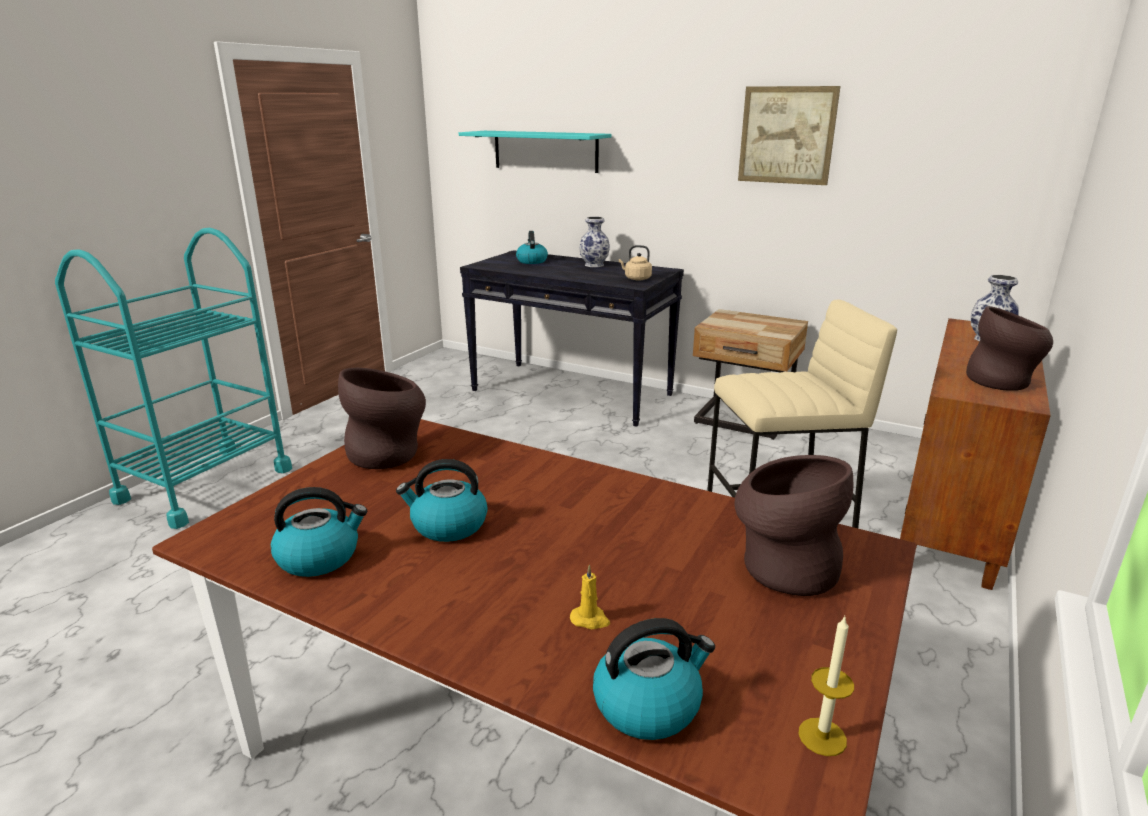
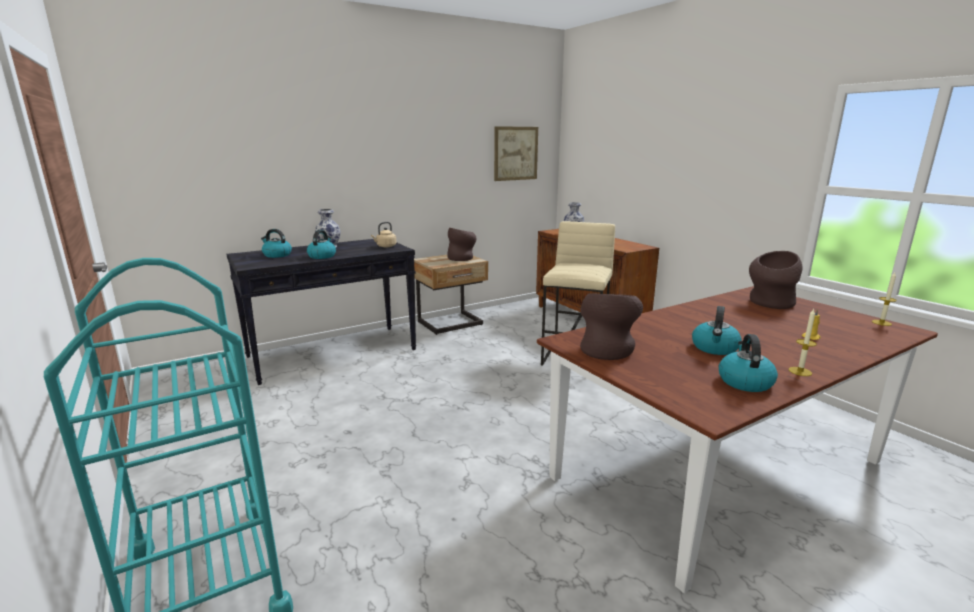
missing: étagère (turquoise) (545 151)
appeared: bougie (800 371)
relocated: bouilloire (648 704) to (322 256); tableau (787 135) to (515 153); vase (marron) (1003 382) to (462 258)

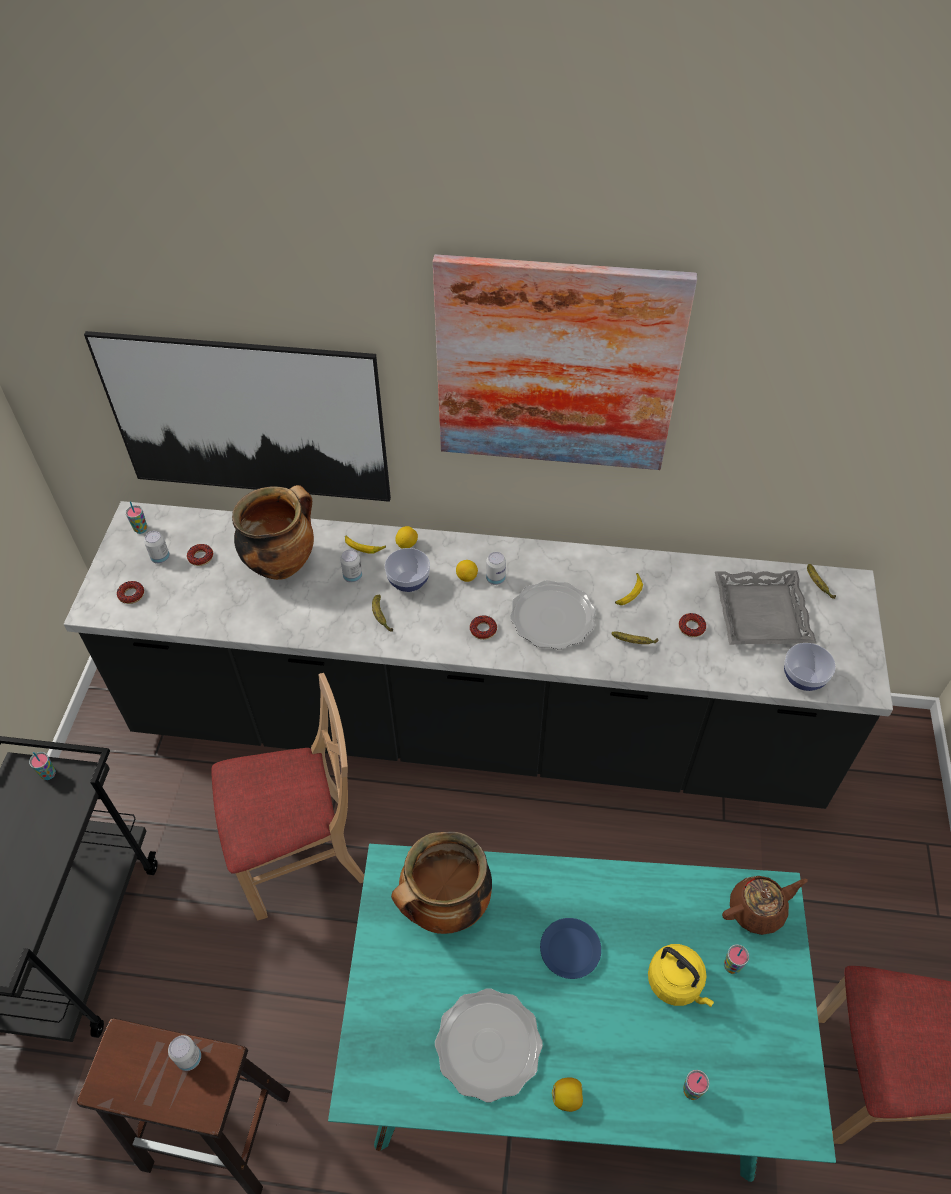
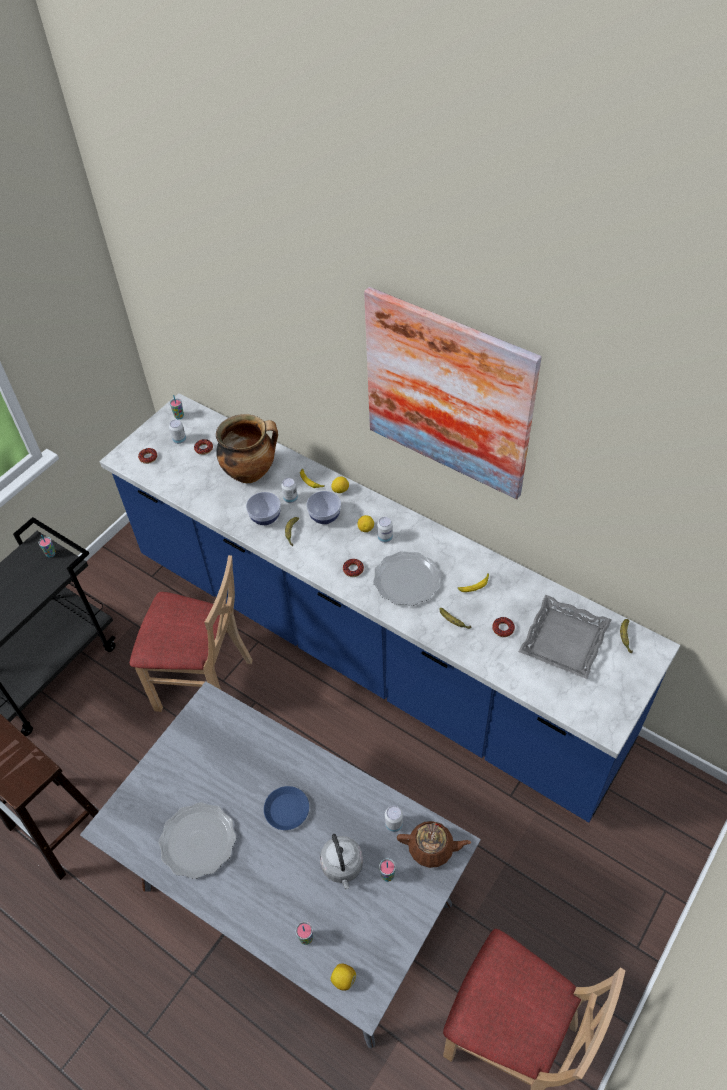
missing: tableau (247 419); marmite (445 907)
relocated: boîte métallique (189 1058) to (394 824); citron (567 1098) to (343 979); bol (803 678) to (265 517)
colour: comptoir de cuisine (noir) (476 728) to comptoir de cuisine (bleu) (369 648); table à manger (turquoise) (563 1056) to table à manger (gris) (293 896); bouilloire (jaune) (677 983) to bouilloire (gris) (342 867)

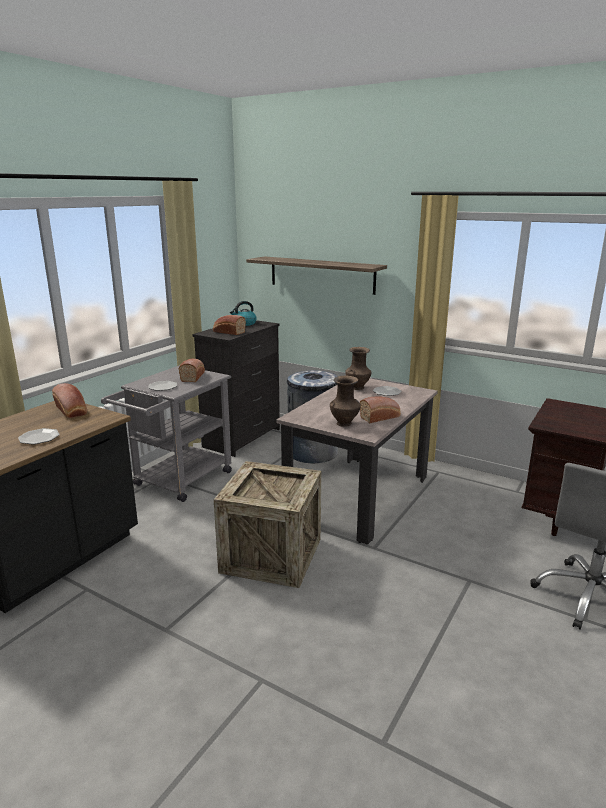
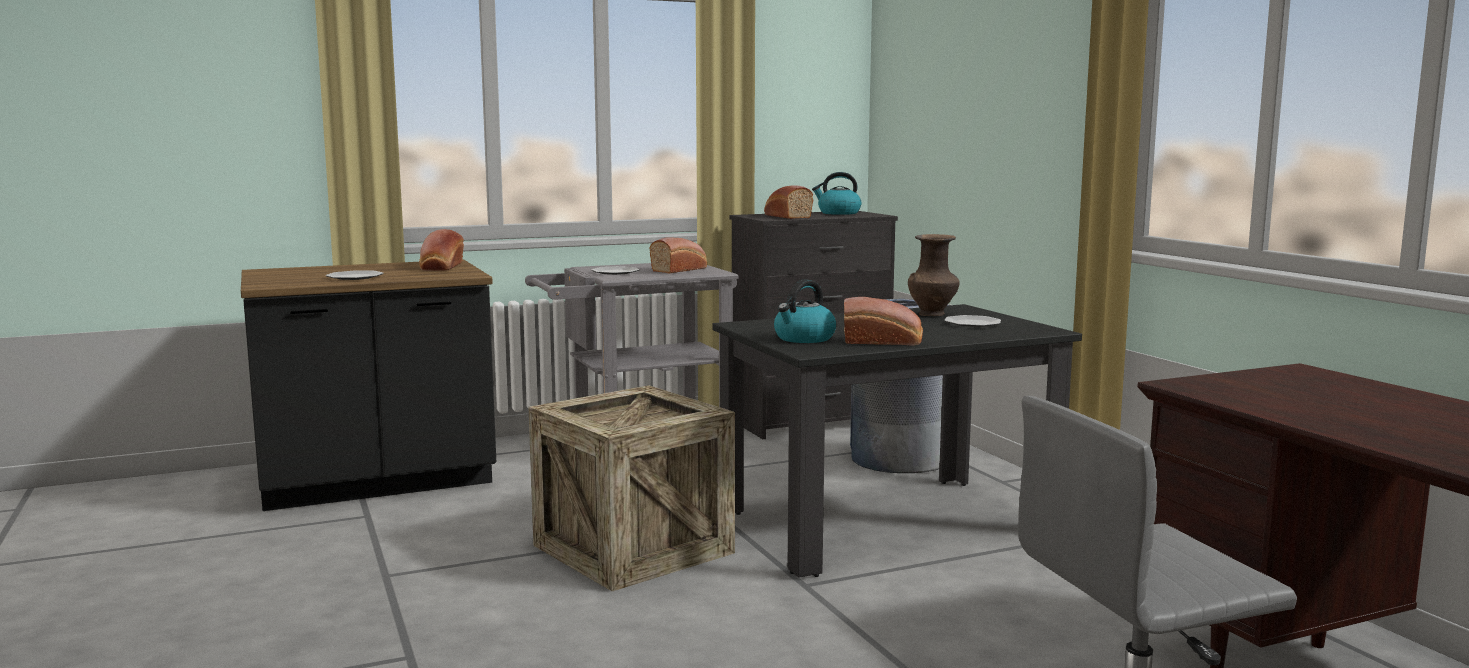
missing: étagère (321 275)
exchanged: vase (marron) (344 423) to bouilloire (804 338)
colour: table à manger (beige) (358 496) to table à manger (noir) (887 524)

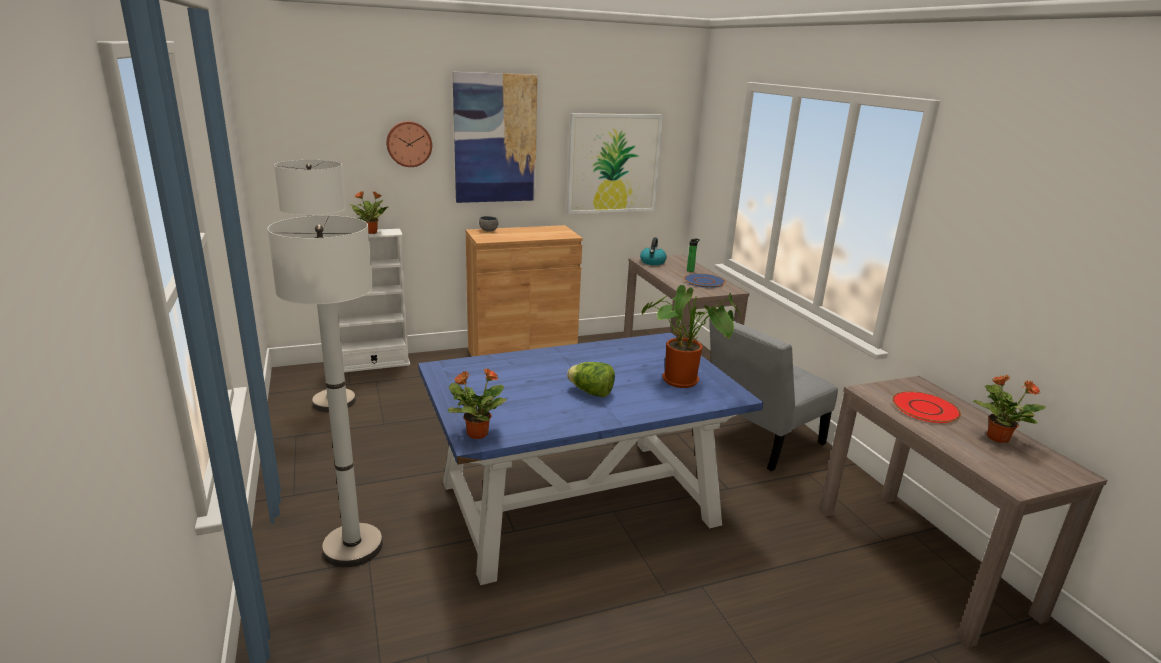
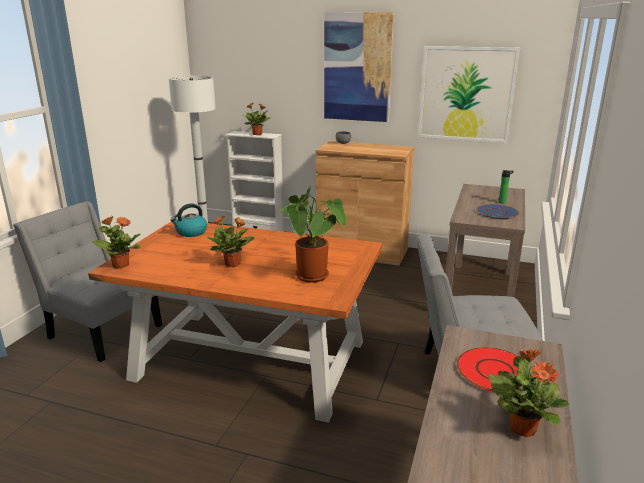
missing: horloge murale (409 144)
relocated: bouilloire (652 262) to (191 232)
exchanged: lampadaire (blanc) (352 547) to chaise (gris) (102 330); laitue (591 392) to plante en pot (233 264)
colour: table à manger (bleu) (579 502) to table à manger (orange) (252 360)

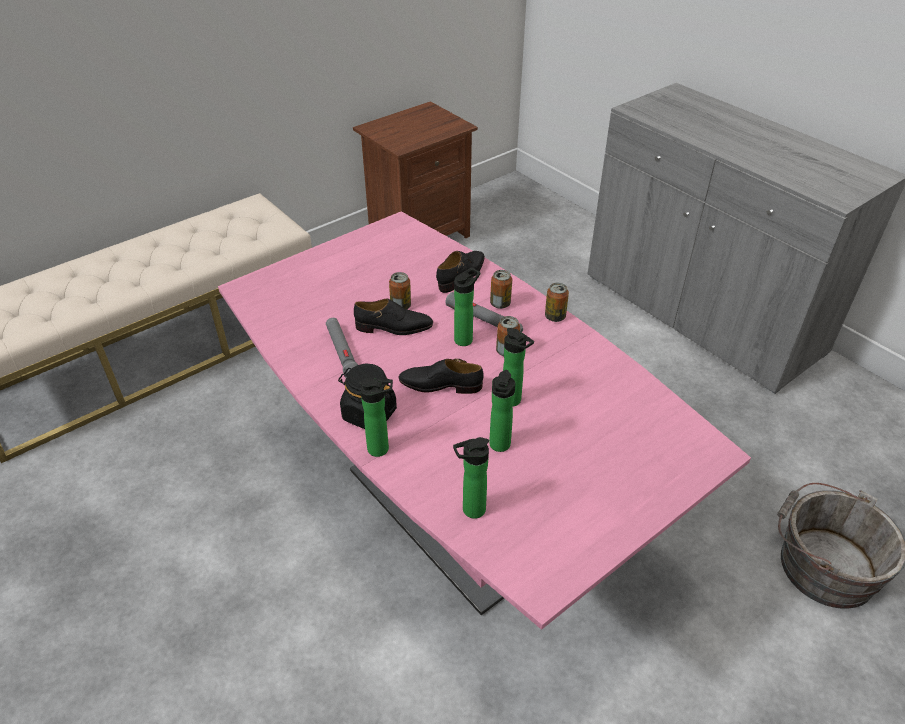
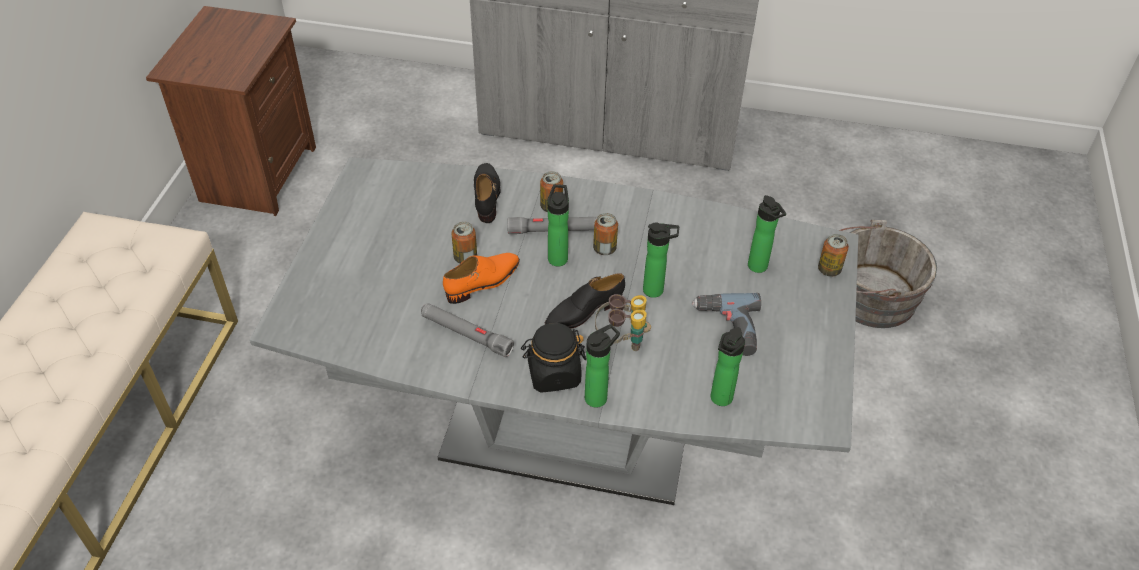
appeared: jumelles (621 340); perceuse (728 328)
relocated: bouteille (499 447) to (759 268); boîte métallique (555 317) to (829 270)
colour: table à manger (rose) (452 510) to table à manger (gris) (566 434); chaussure (noir) (394 327) to chaussure (orange) (483 282)

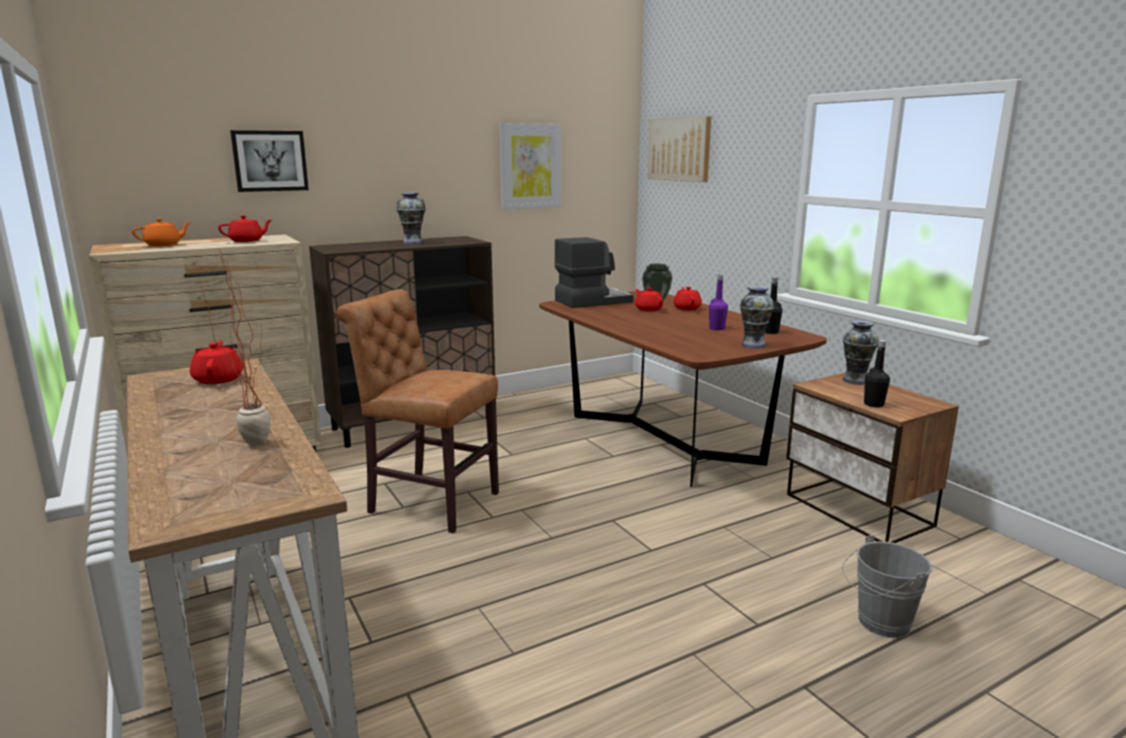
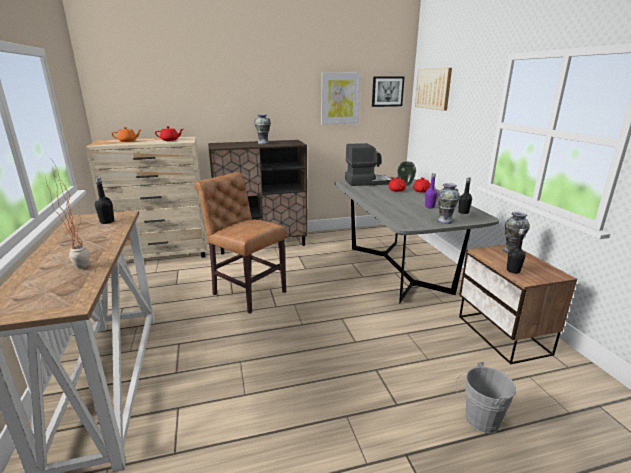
relocated: tableau (270 161) to (387 91)
exchanged: théière (rouge) (219 379) to bouteille (noir) (107 222)
colour: table à manger (marron) (662 439) to table à manger (gris) (397 269)

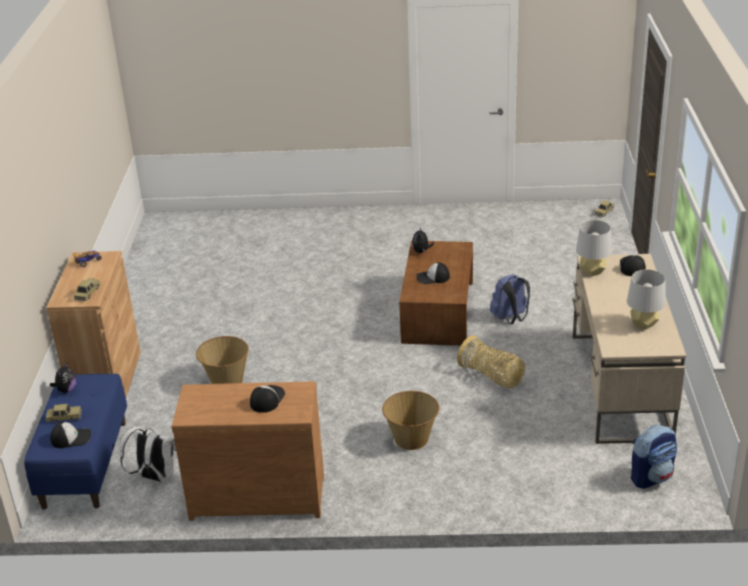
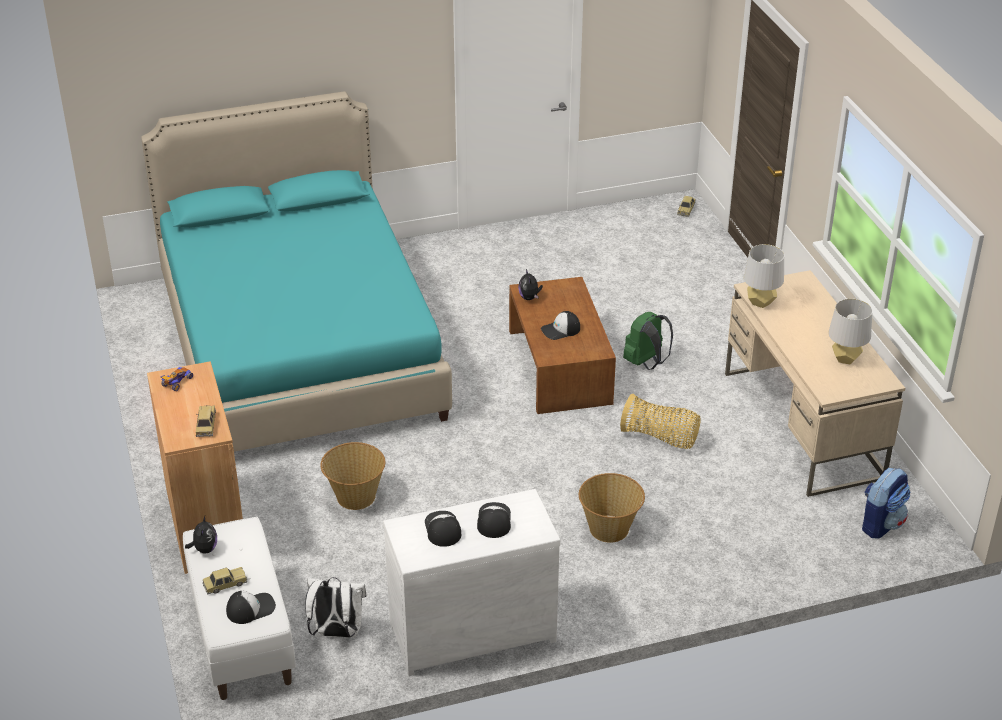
appeared: lit (turquoise) (299 347)
relocated: casquette (632 267) to (442 529)
colour: banc (bleu) (84 463) to banc (blanc) (241 633); commode (marron) (257 494) to commode (blanc) (470 629); sac à dos (bleu) (510 319) to sac à dos (vert) (646 362)

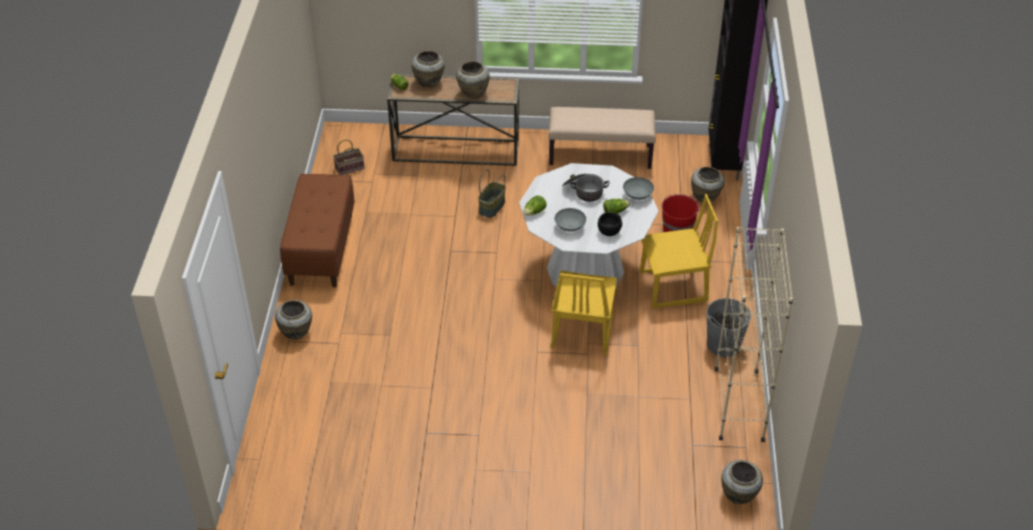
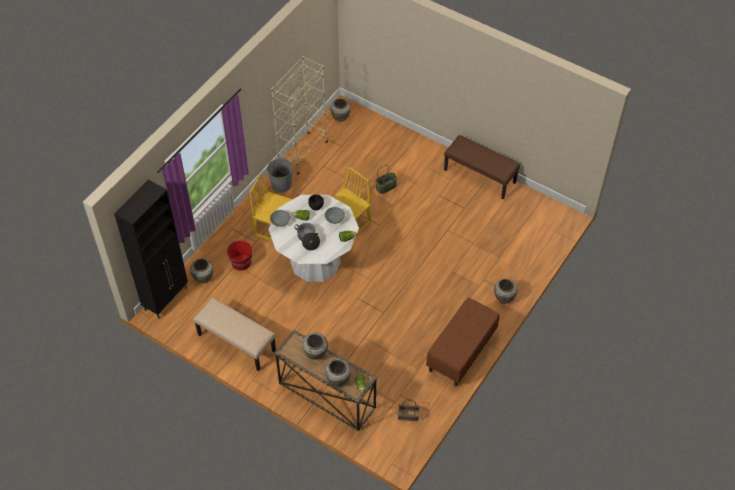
appeared: banc (marron) (480 176)
relocated: panier (492 207) to (386 186)

